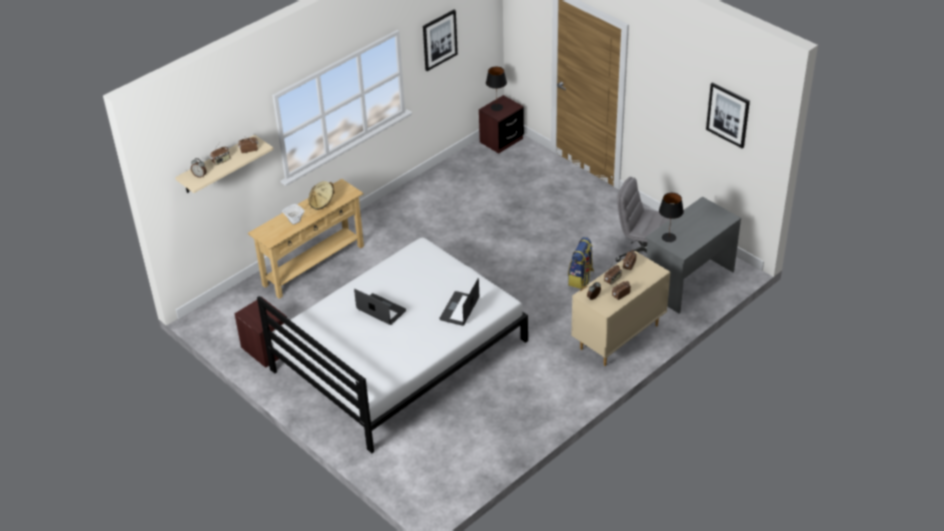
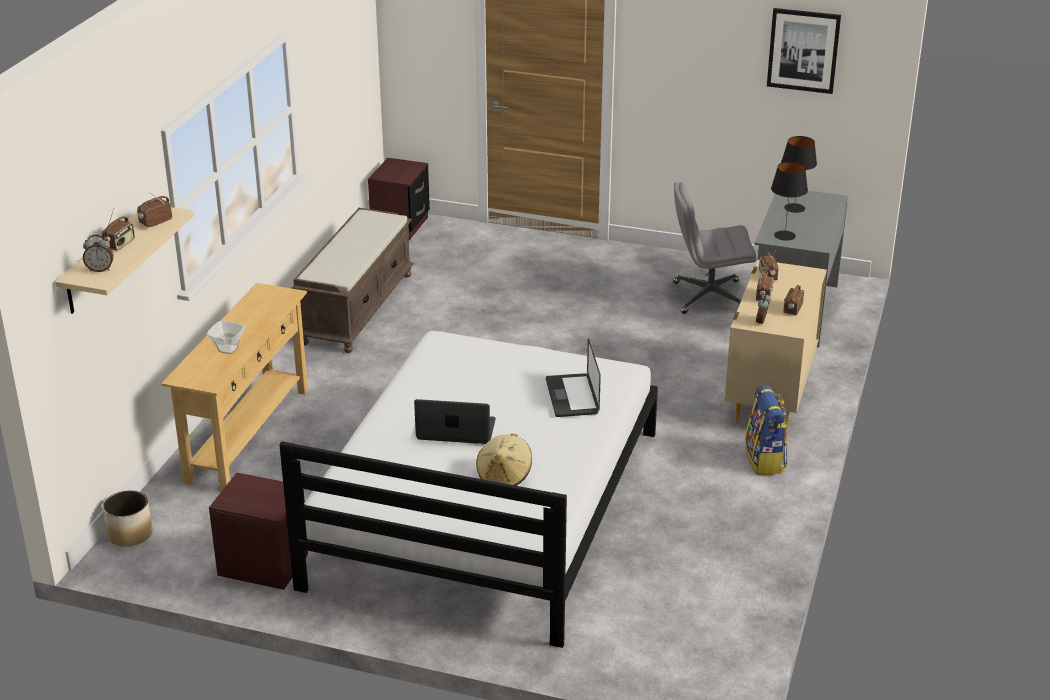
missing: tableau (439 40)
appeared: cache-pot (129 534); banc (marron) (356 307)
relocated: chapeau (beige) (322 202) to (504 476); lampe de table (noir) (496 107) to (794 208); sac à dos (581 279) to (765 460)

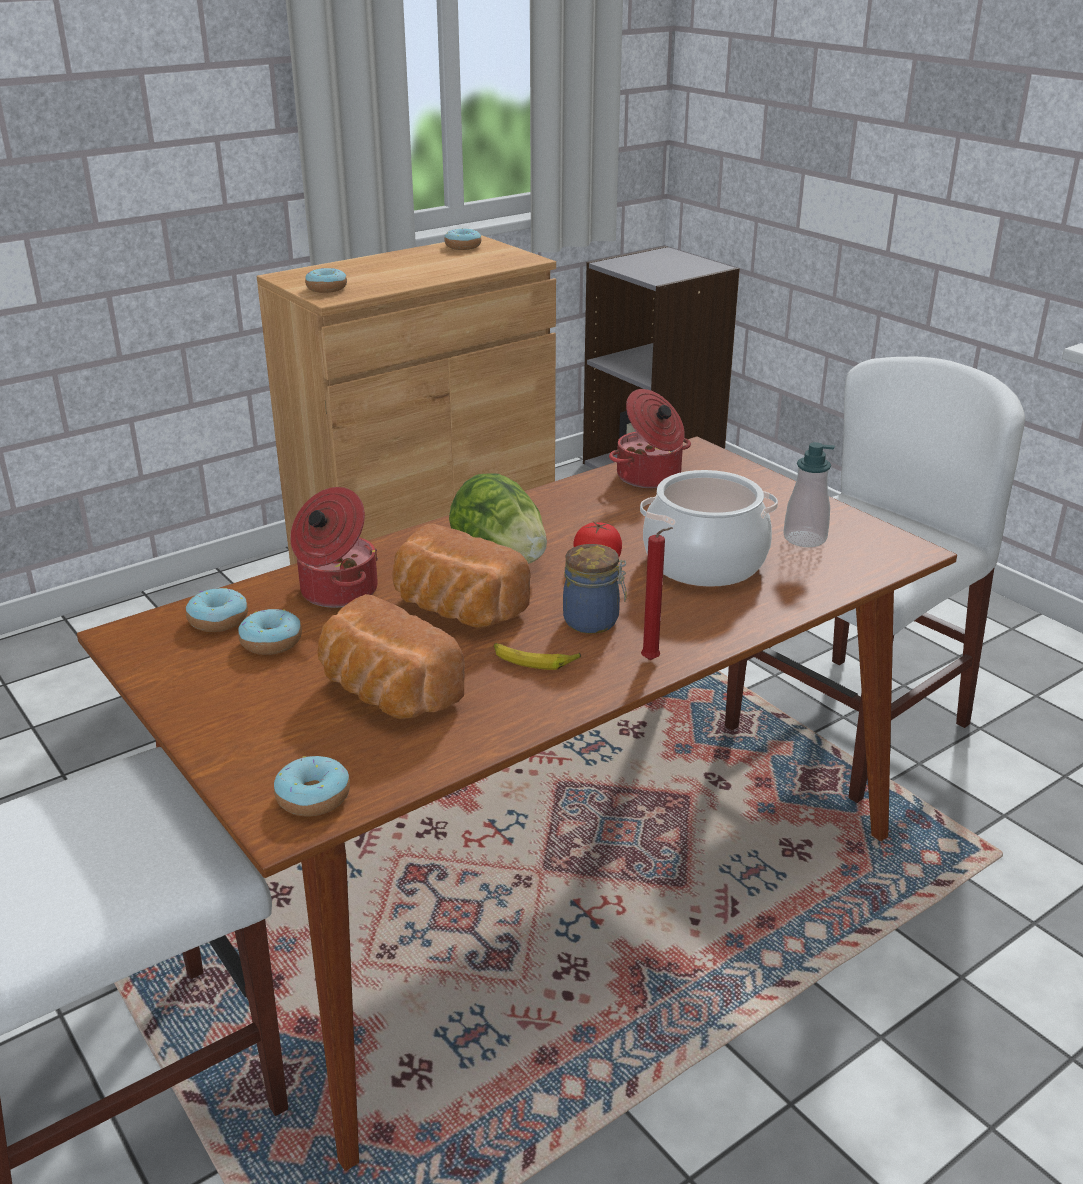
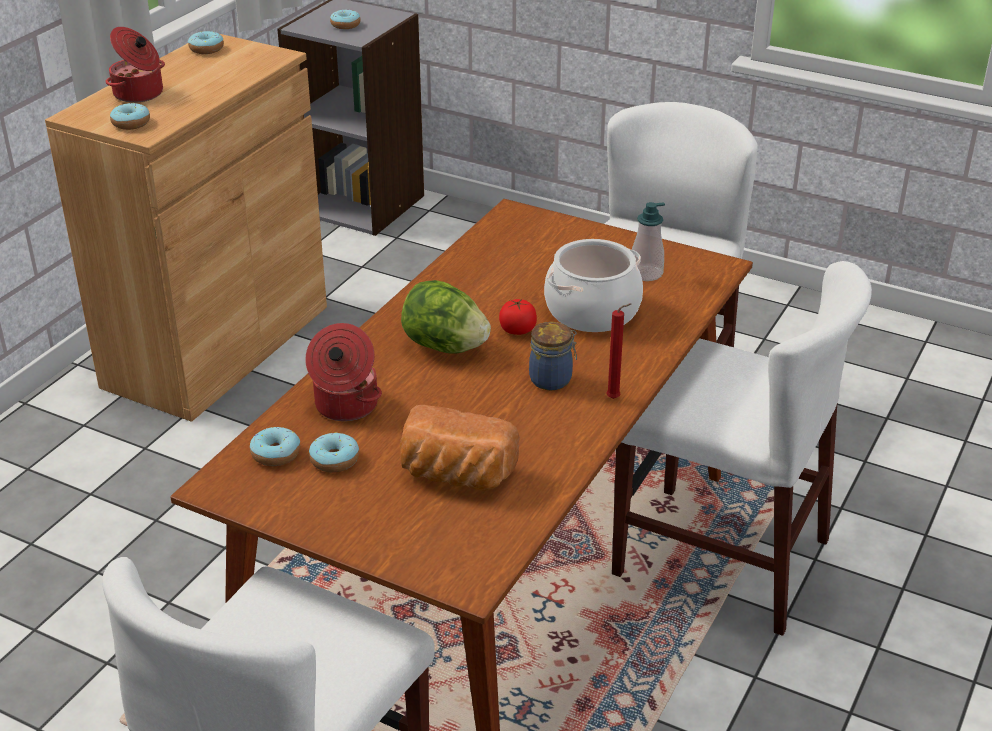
missing: pain (455 610); banane (534 660)
appeared: chaise (blanc) (720 557)
relocated: beignet (313 797) to (345 25); marmite (649 477) to (139 94)

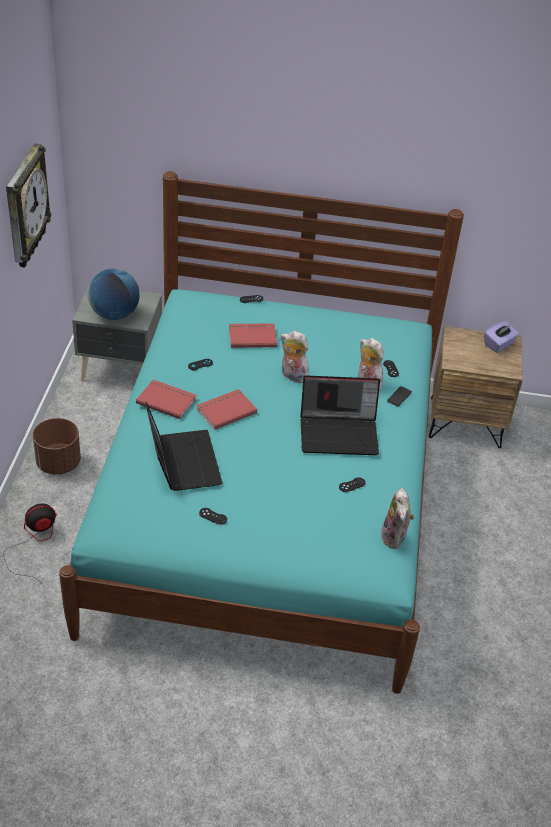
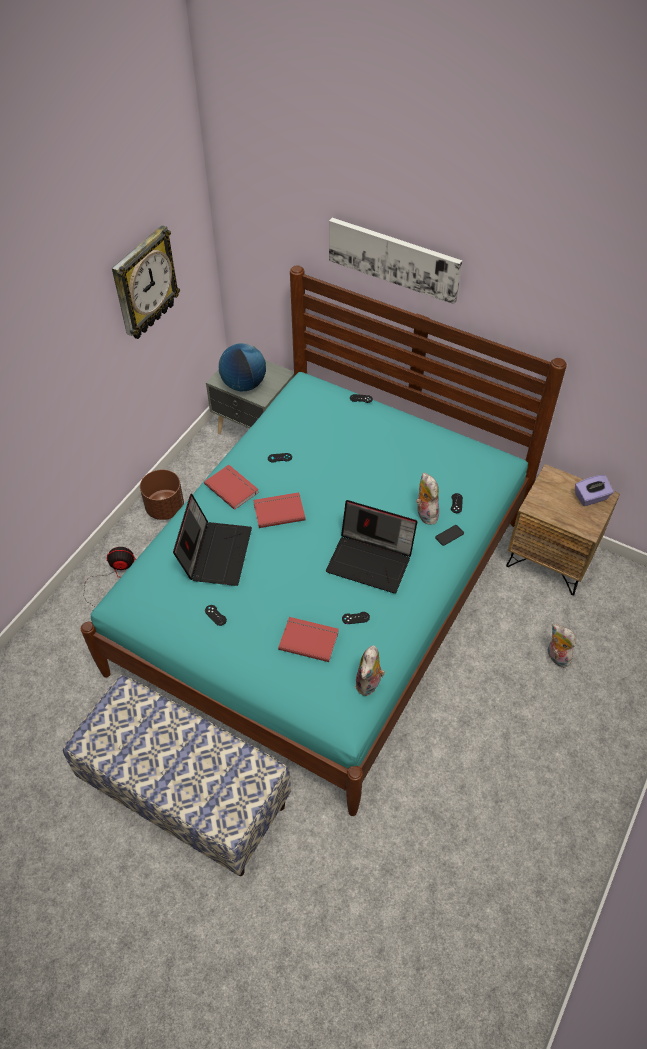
appeared: banc (187 794); tableau (394 258)
relocated: livre (rouge) (252 336) to (309 639); peluche (292 376) to (556 657)

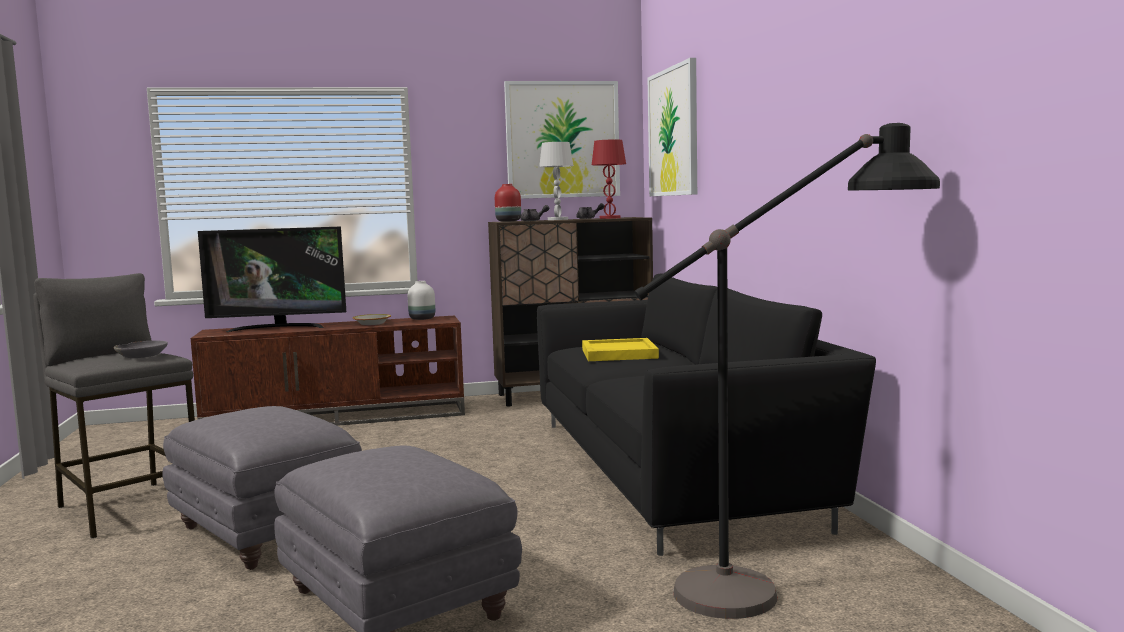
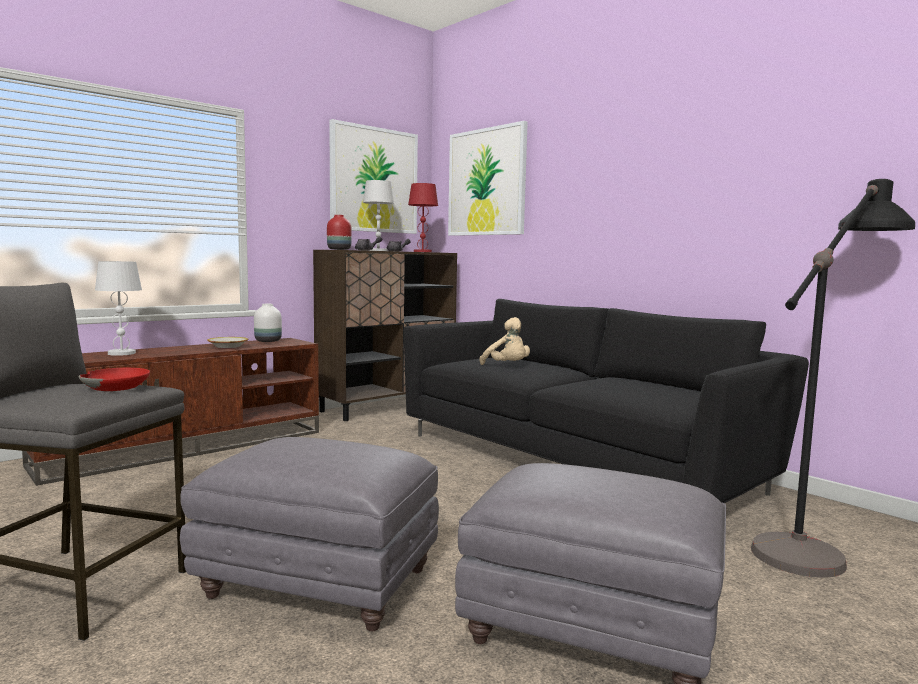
exchanged: téléviseur (278 328) to lampe de table (blanc) (122 353); plateau (jaune) (618 354) to peluche (beige) (507 366)
colour: bol (gris) (143 355) to bol (rouge) (116 387)

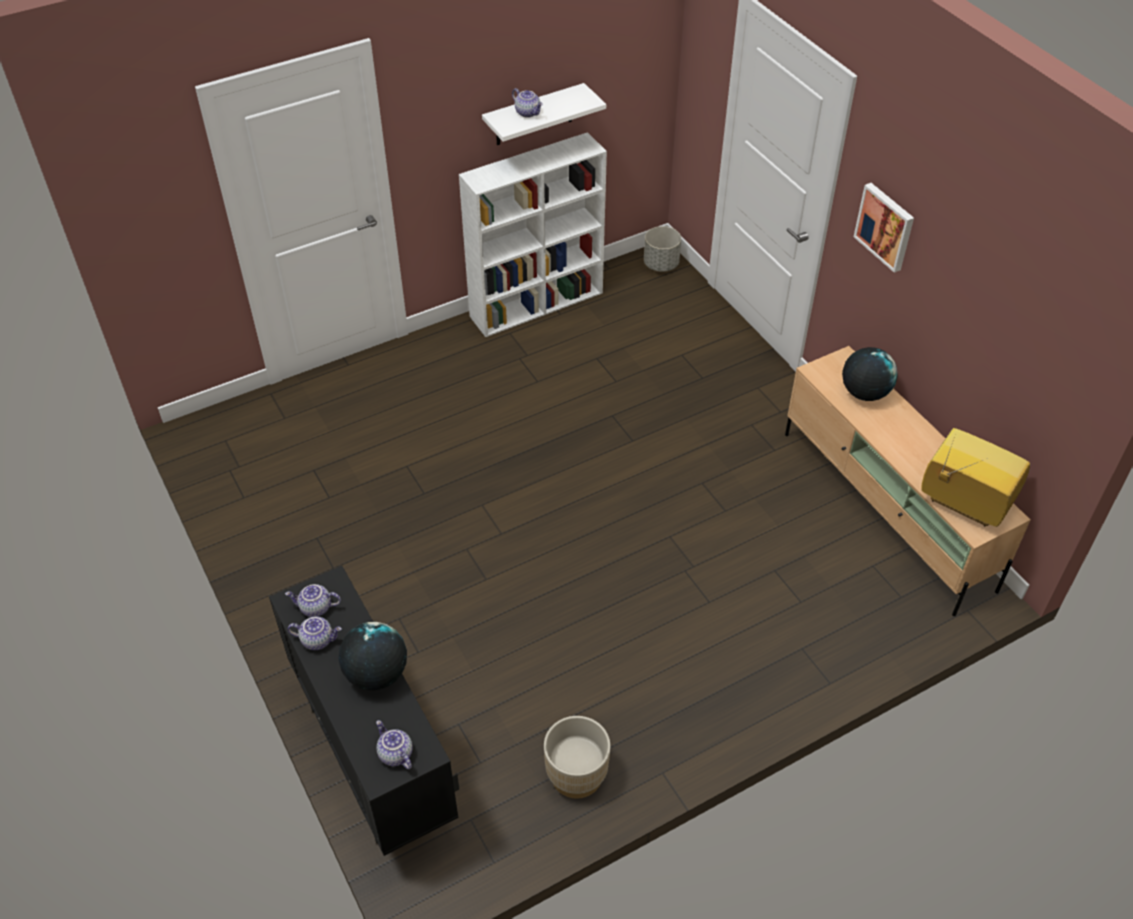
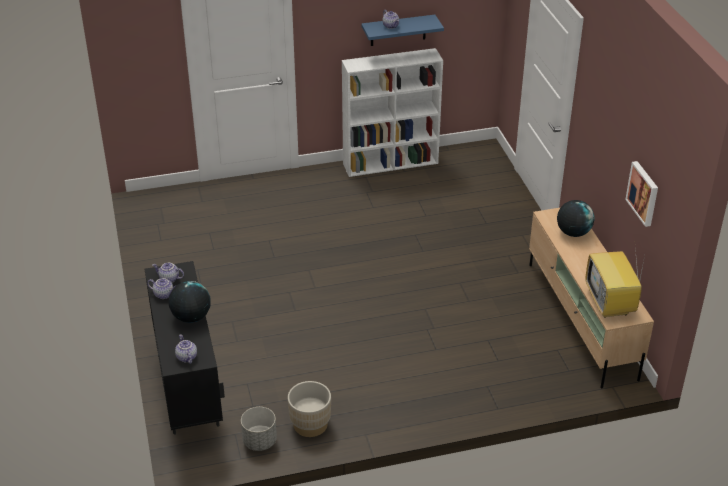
relocated: cache-pot (gris) (660 264) to (259 441); tableau (886 226) to (644 193)
colour: étagère (blanc) (534 115) to étagère (bleu) (398 30)
spun: téléviseur (962 503) = (610 304) 150 degrees counterclockwise

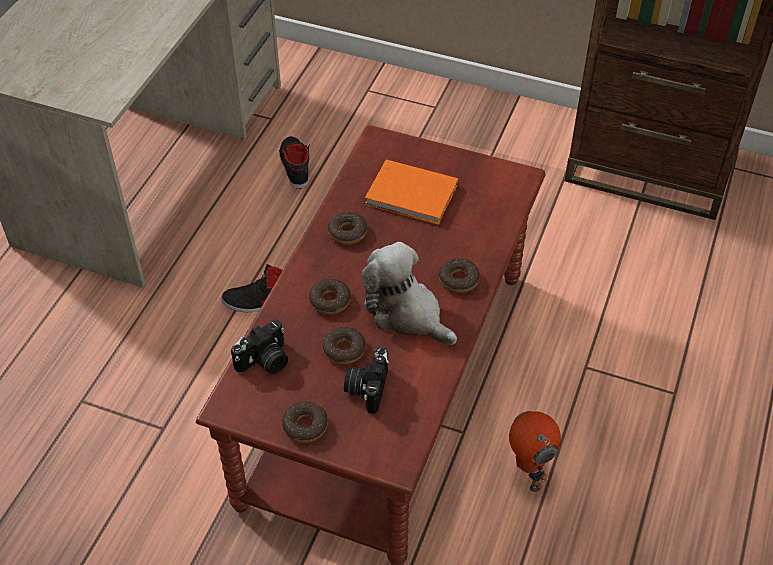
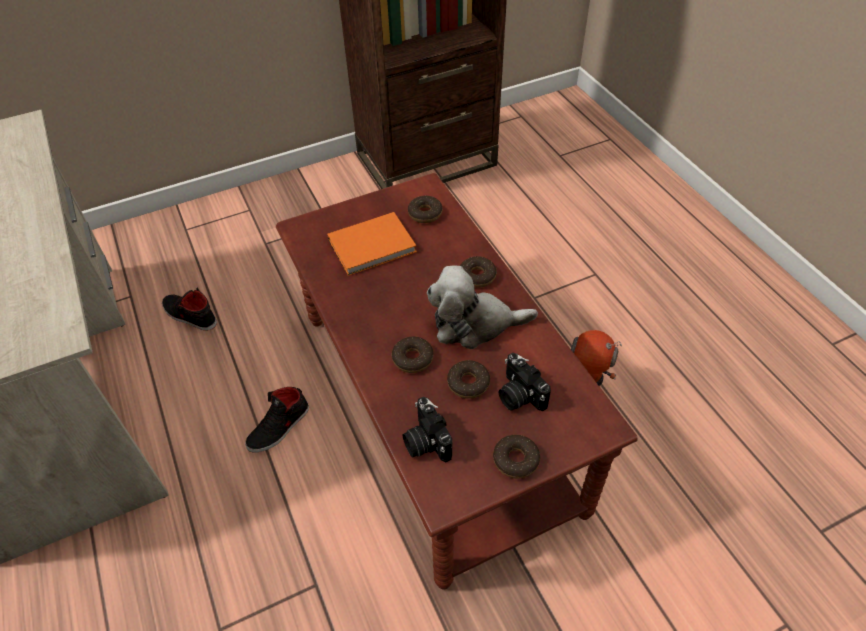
relocated: beignet (347 232) to (425 213)
spun: appareil photo (265 362) = (425 441) 150 degrees clockwise

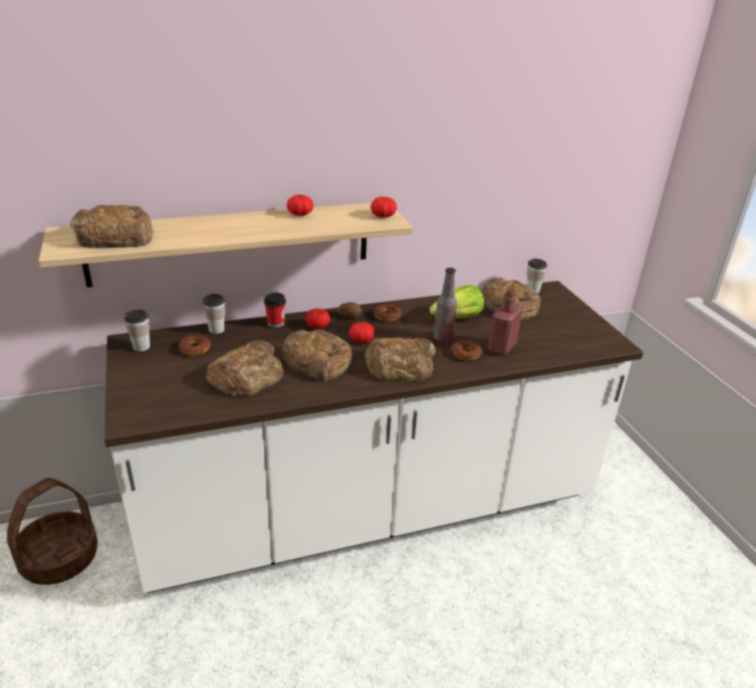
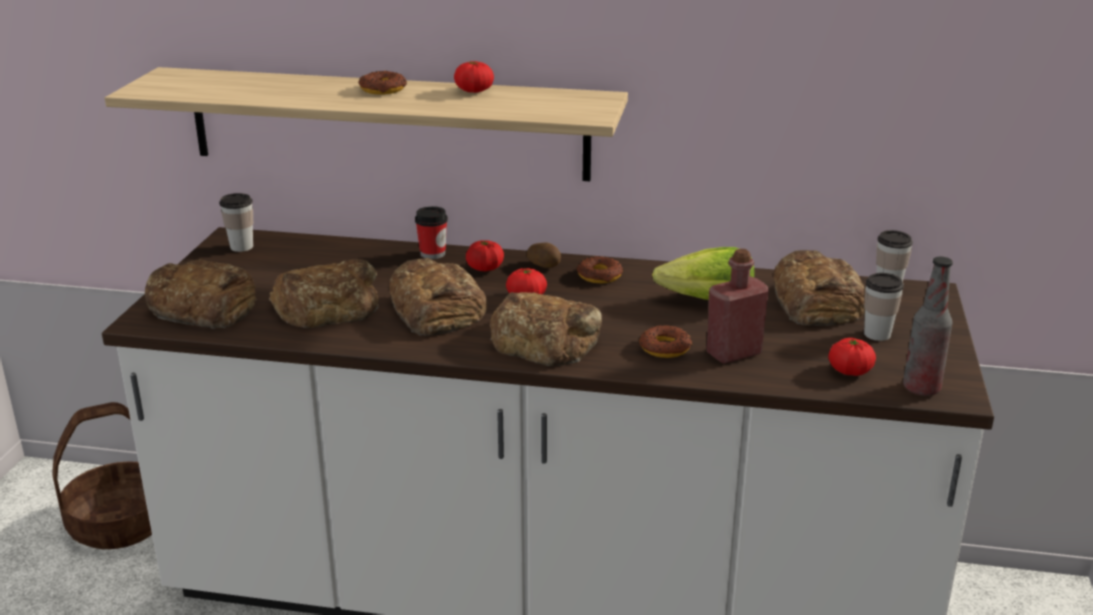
relocated: pain (114 237) to (203 307); beignet (195 348) to (383 89); tasse (216 329) to (877 334); tomate (383 216) to (850 371); bouteille (443 338) to (921 389)

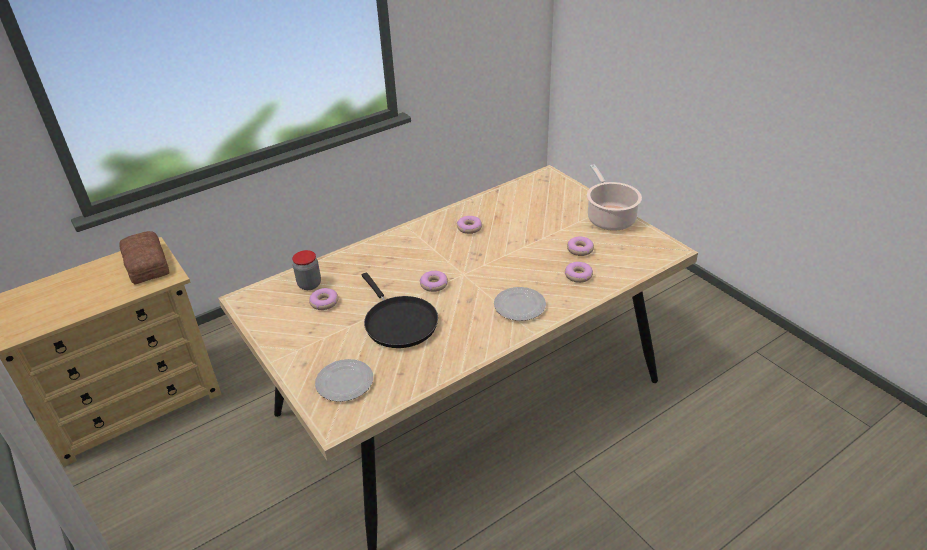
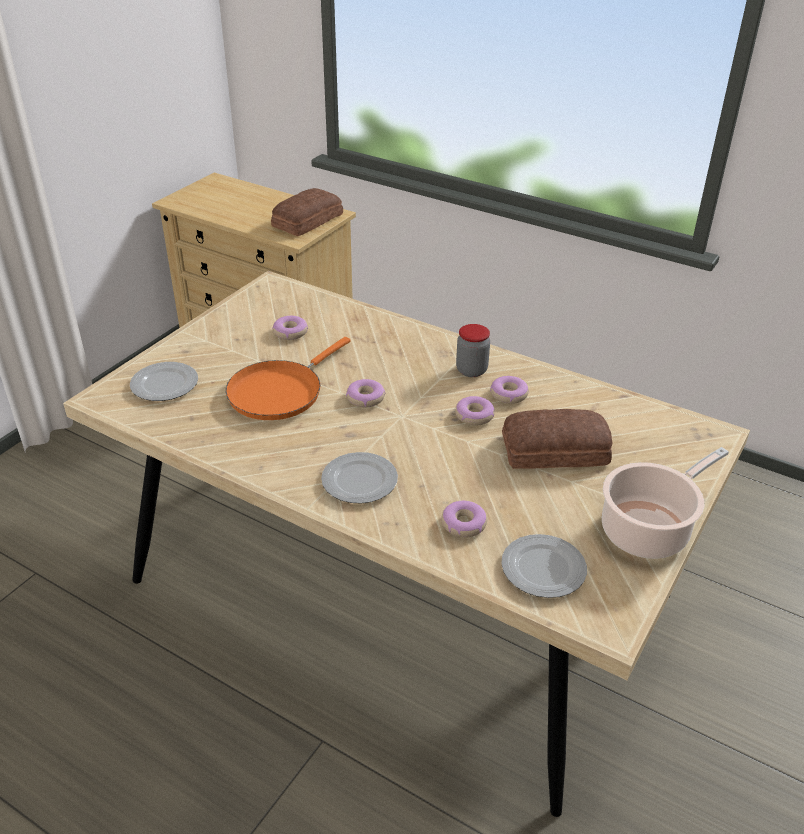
appeared: assiette (542 569); pain (556 451)
relocated: bocal (309 284) to (471 370); beignet (580 249) to (474 416)
colour: poêle (noir) (398 322) to poêle (orange) (279 392)

